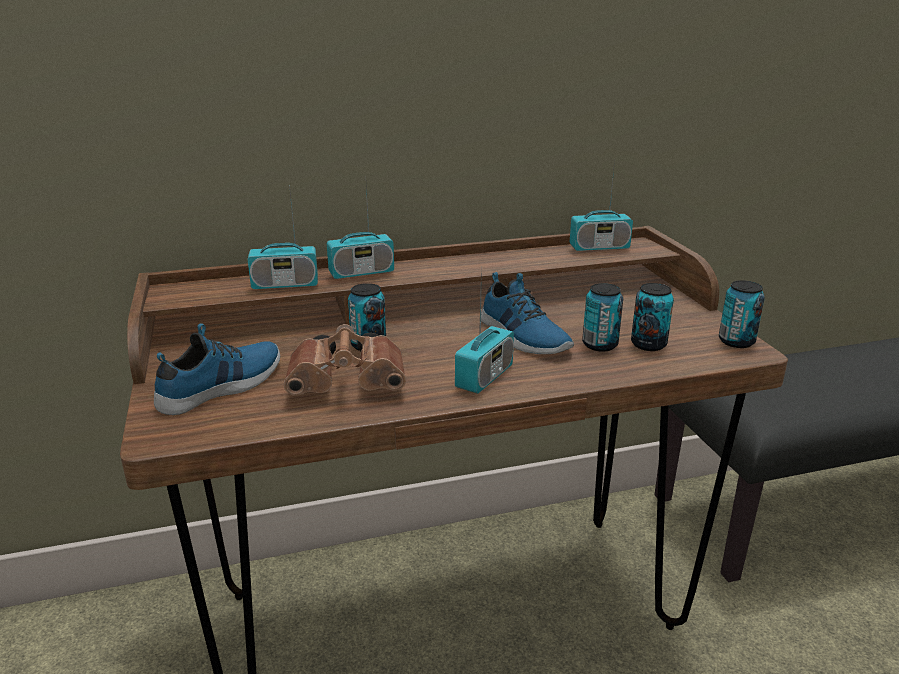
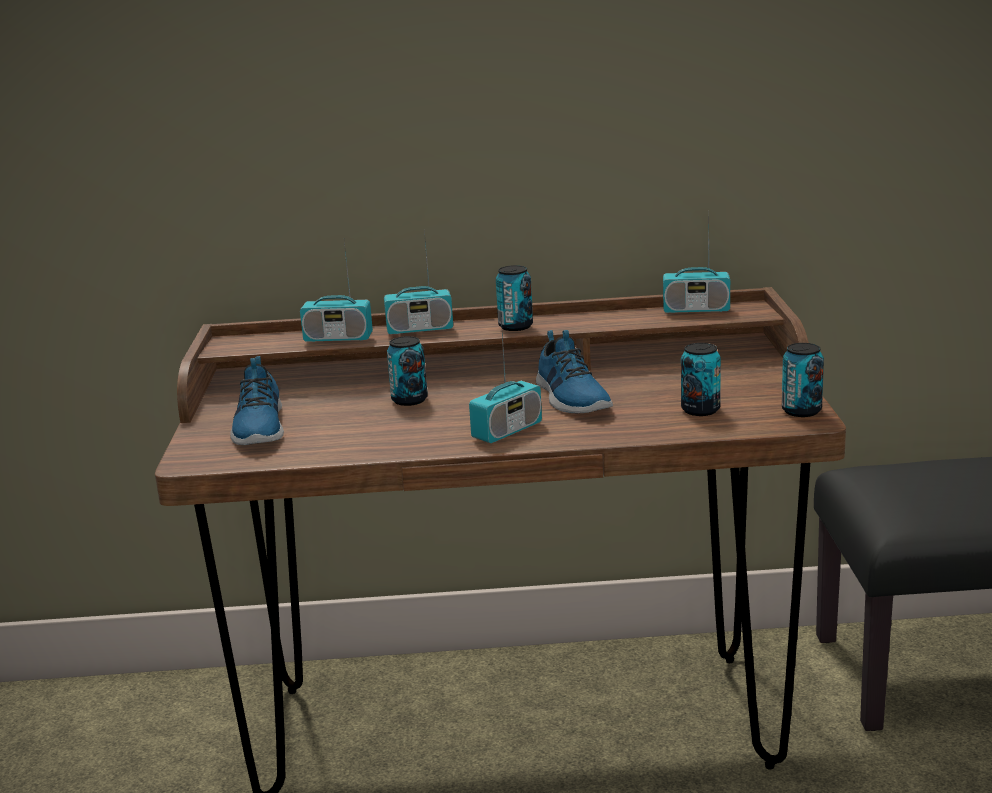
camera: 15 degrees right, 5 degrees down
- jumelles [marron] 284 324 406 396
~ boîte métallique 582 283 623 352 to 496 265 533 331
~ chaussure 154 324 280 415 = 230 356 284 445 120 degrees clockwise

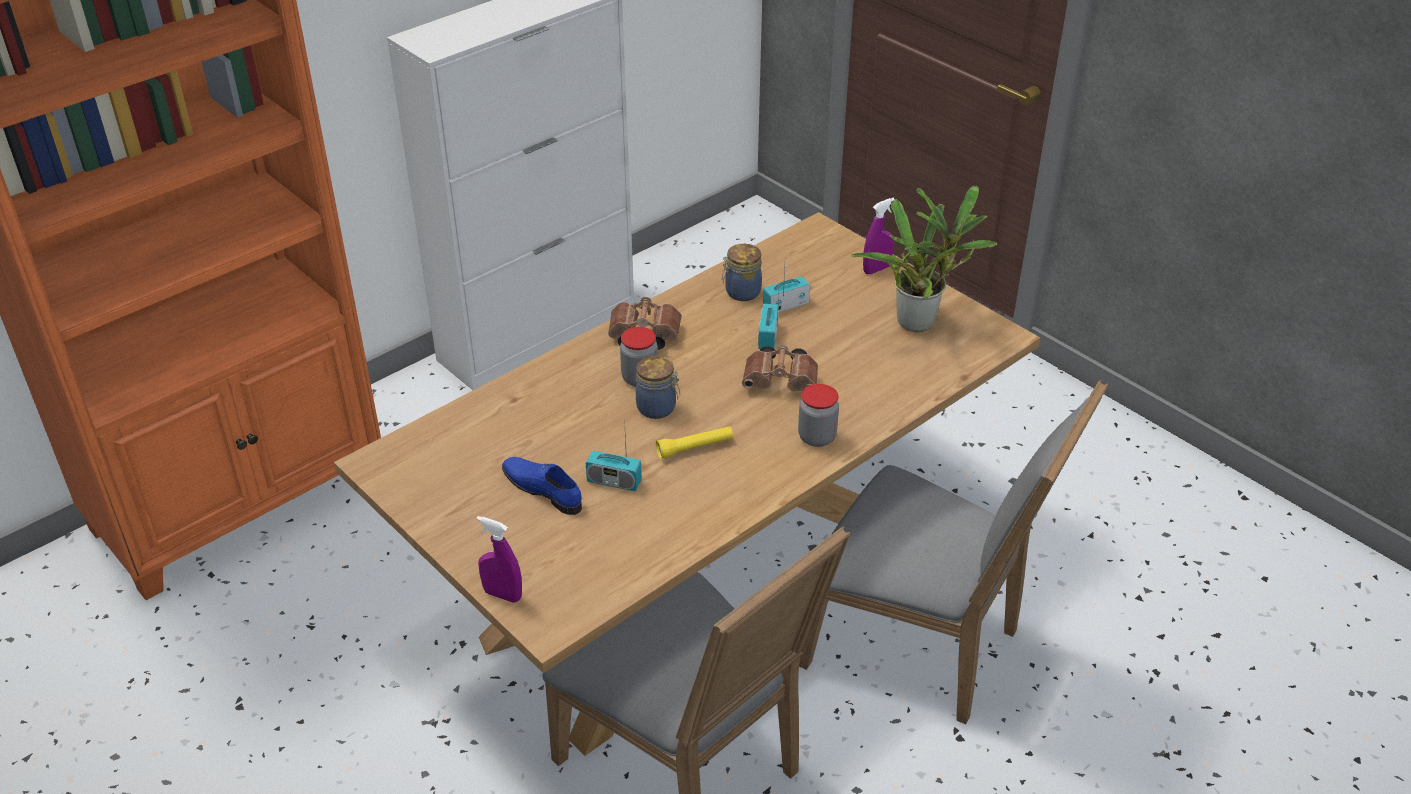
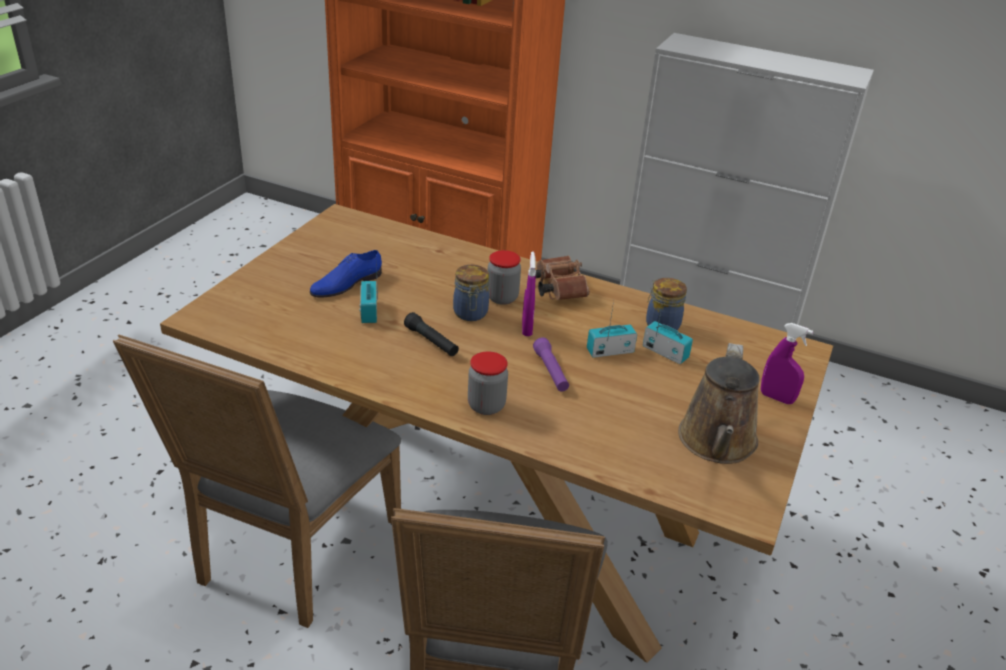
camera: 65 degrees right, 5 degrees down
~ vaporisateur [violet] 477 516 522 603 to 522 252 536 336
~ jumelles [marron] 742 345 818 392 to lampe de poche [violet] 533 337 569 392
~ plante en pot 851 186 997 332 to arrosoir [marron] 678 343 760 464
~ lampe de poche [jaune] 656 426 733 459 to lampe de poche [noir] 404 312 459 356
~ chaussure [bleu] 502 457 582 515 = 310 250 382 298 150 degrees counterclockwise

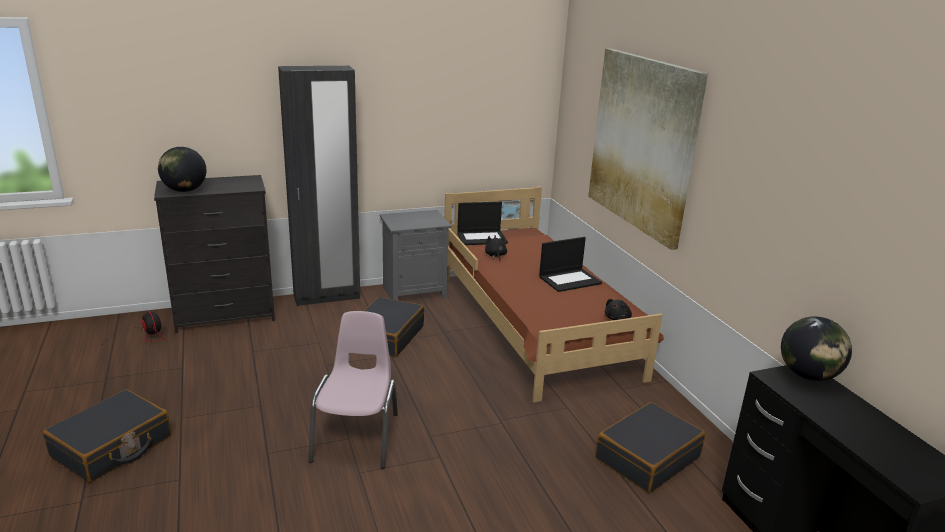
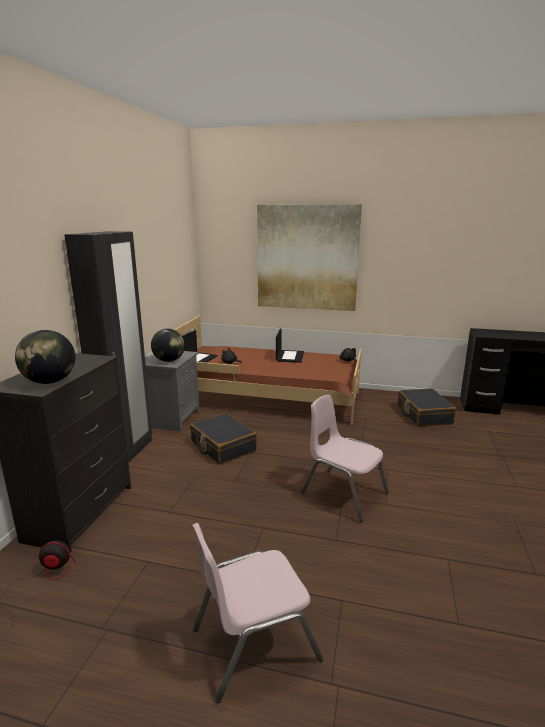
camera: 55 degrees left, 5 degrees down
~ globe 781 316 852 381 to 151 329 185 362
~ valise [noir] 43 389 171 483 to chaise [rose] 192 523 323 703

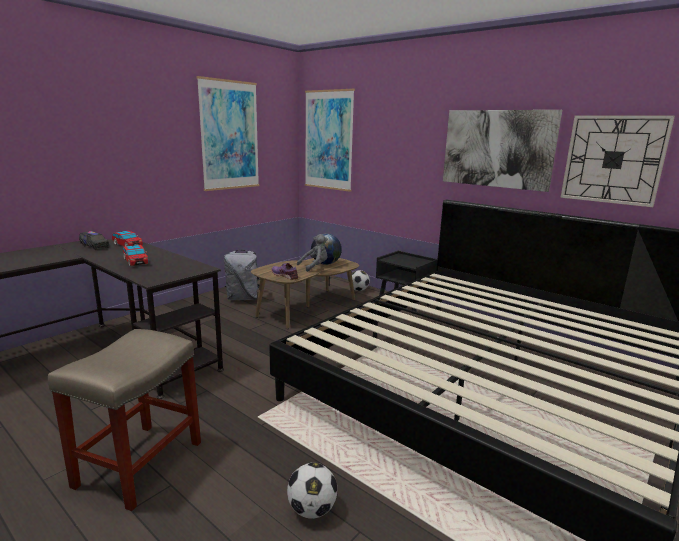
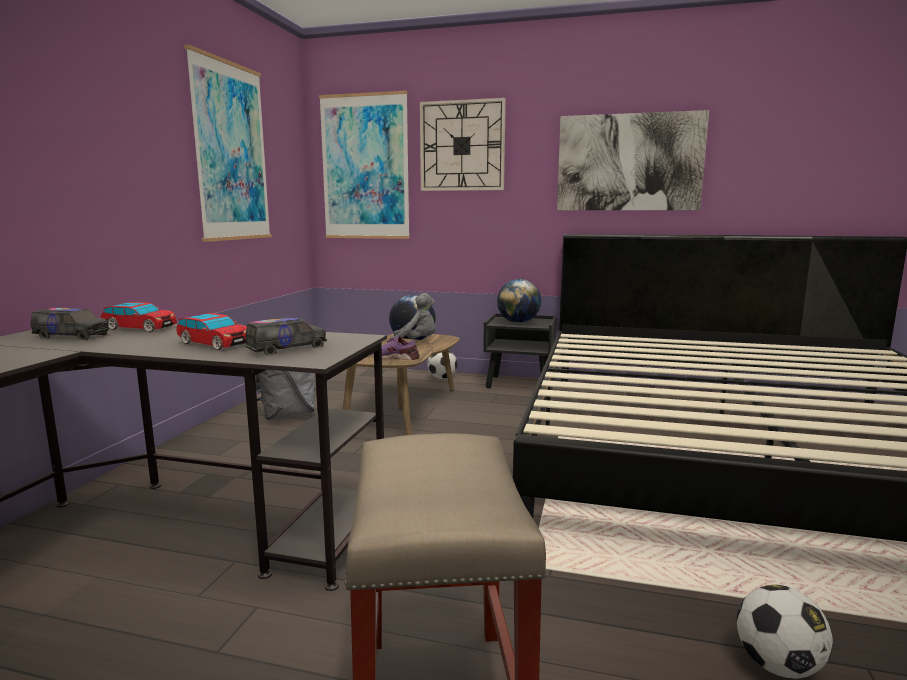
camera: 25 degrees left, 5 degrees down
+ camion jouet 245 317 327 355
+ globe 497 279 541 323
~ horloge murale 561 115 675 207 to 420 98 506 191
~ peluche [gris] 297 234 328 272 = 390 293 436 339 60 degrees clockwise

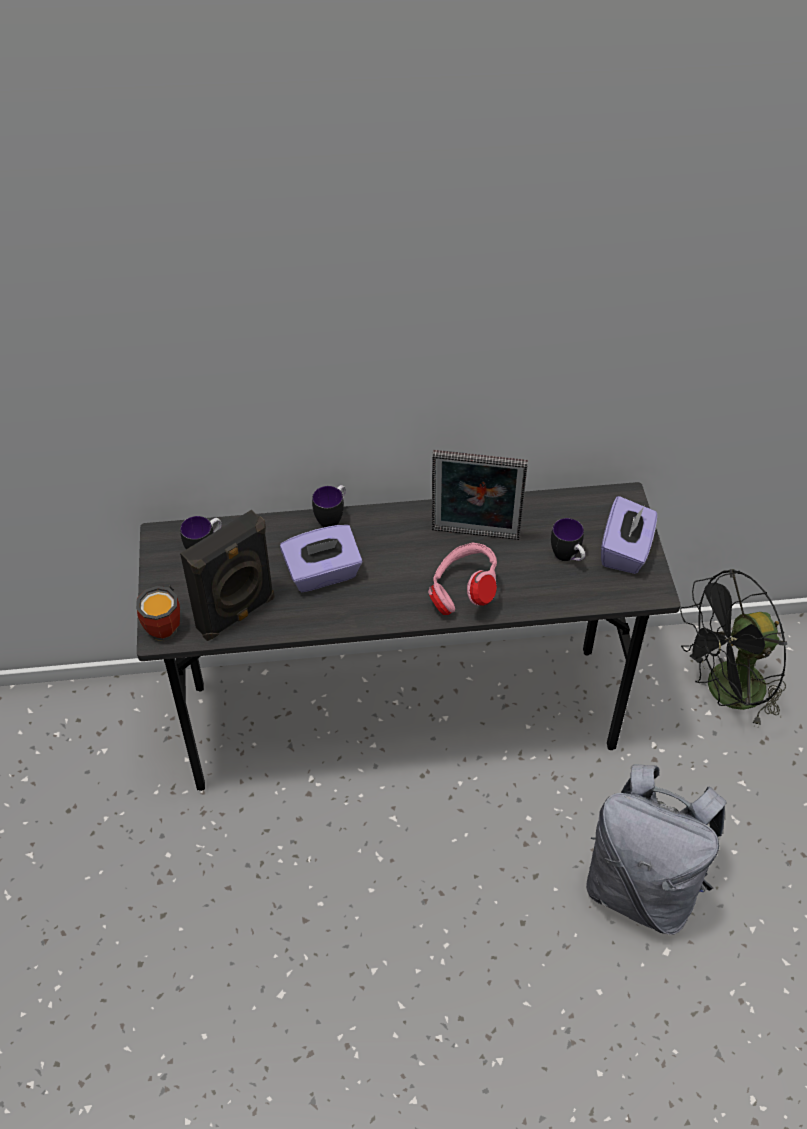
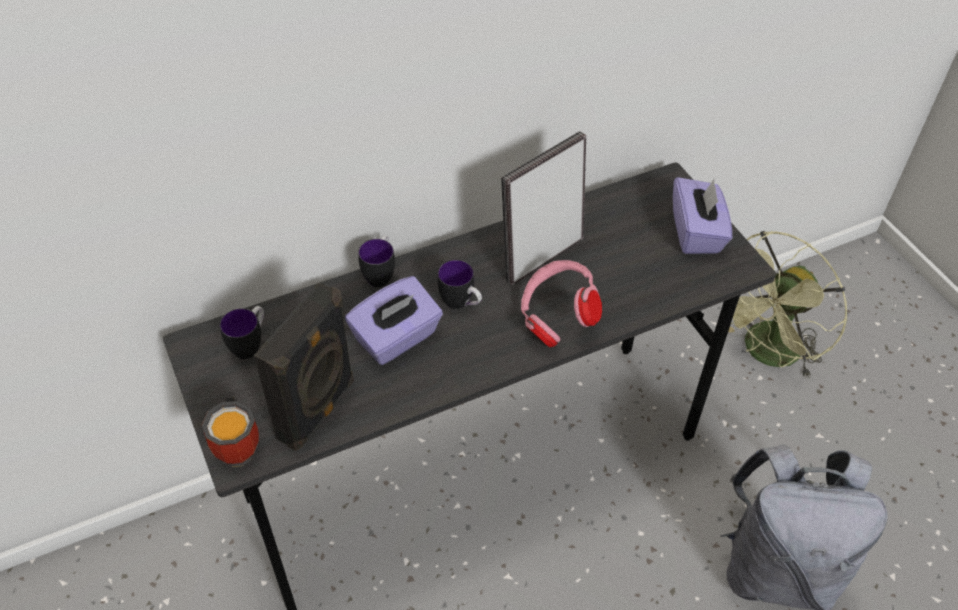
camera: 20 degrees left, 0 degrees up
~ mug 551 518 585 561 to 438 260 482 309
~ ventilateur [noir] 680 569 787 727 to ventilateur [vert] 728 231 847 379
~ cadre photo 432 450 528 540 = 501 131 586 285 150 degrees clockwise

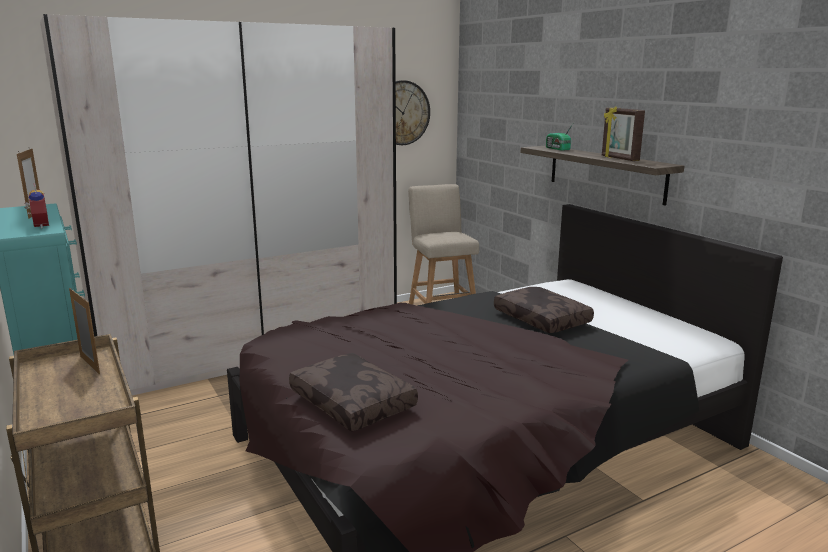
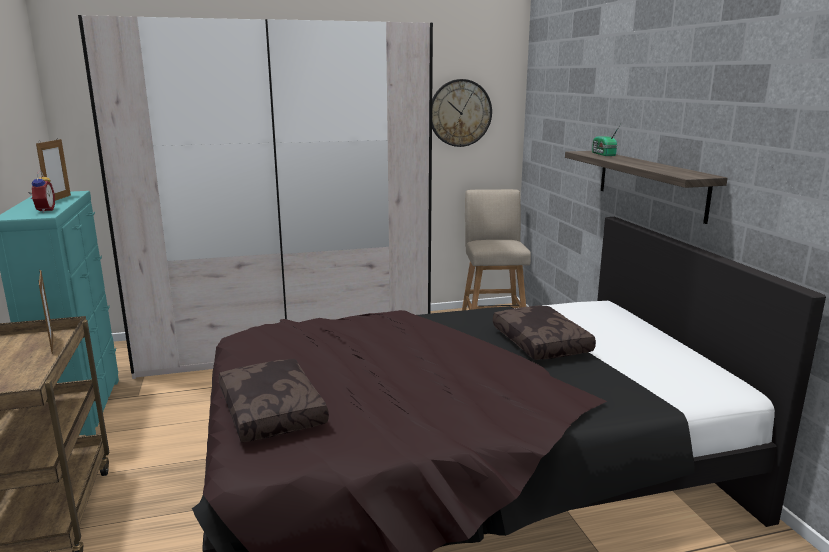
camera: 15 degrees right, 0 degrees up
- cadre photo 602 107 645 161

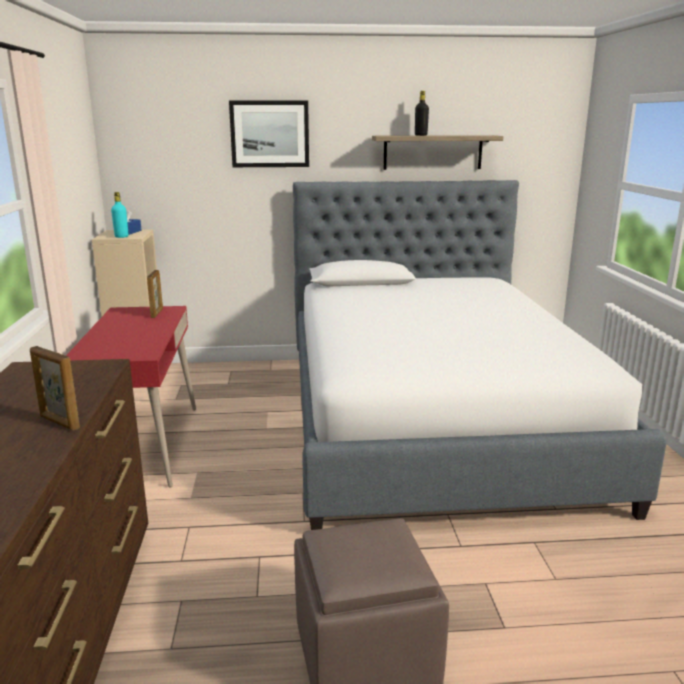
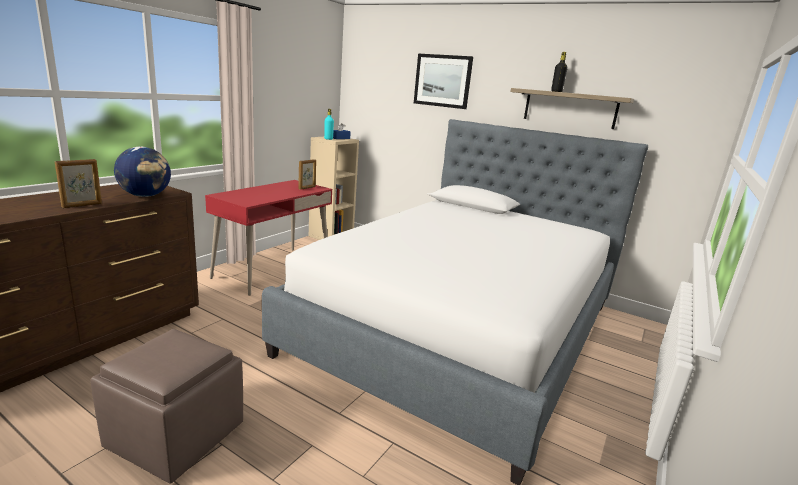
camera: 35 degrees right, 0 degrees up
+ globe 114 147 171 197
~ cadre photo 30 346 80 431 = 55 159 102 208 120 degrees counterclockwise

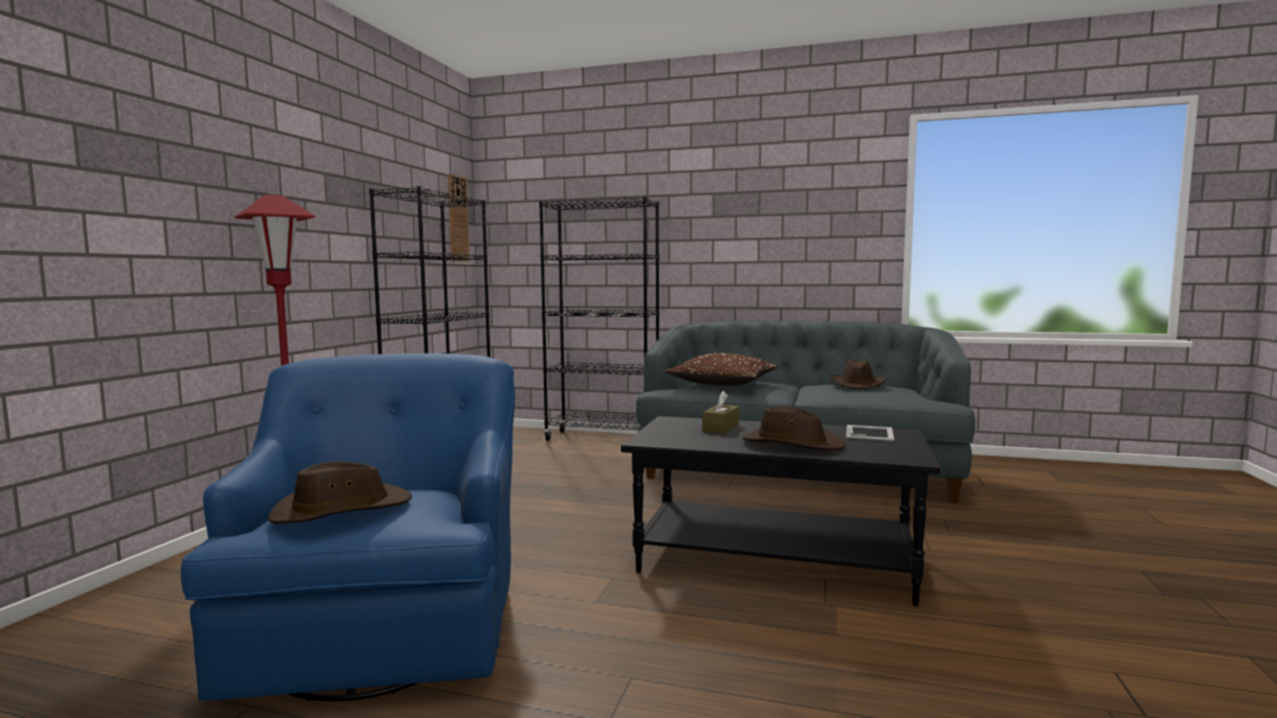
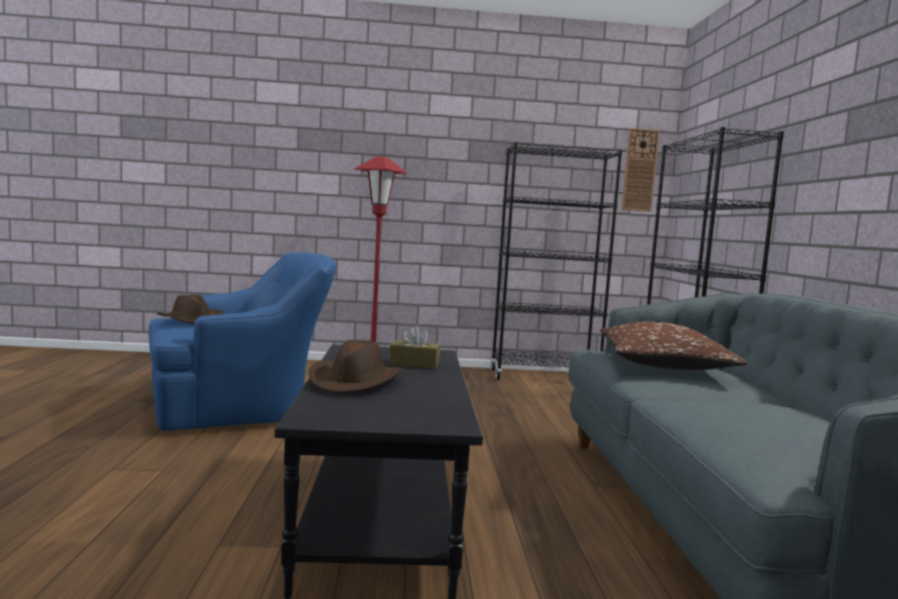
camera: 70 degrees right, 0 degrees up
- chapeau [marron] 829 360 887 389
- cadre photo 846 425 894 441

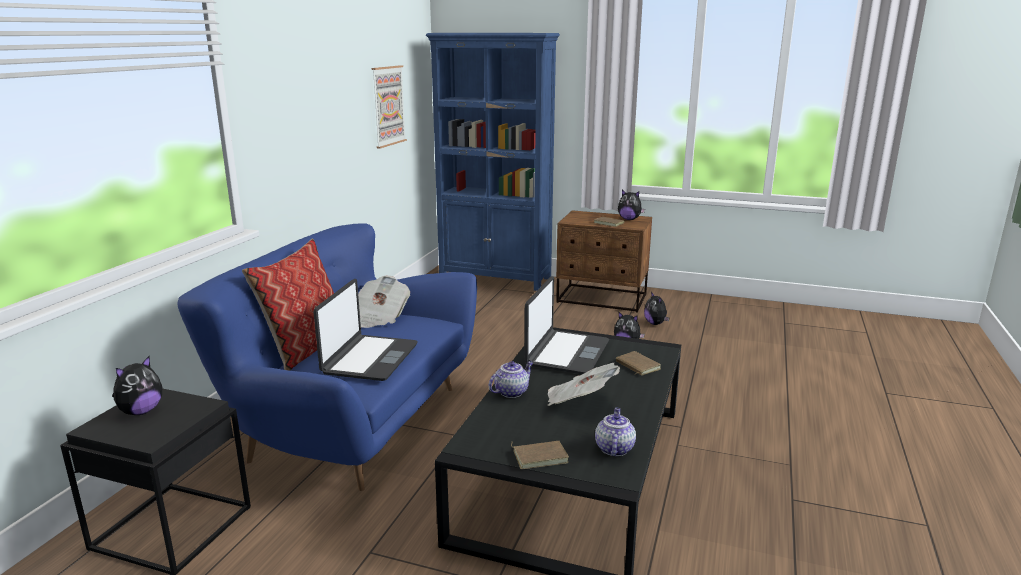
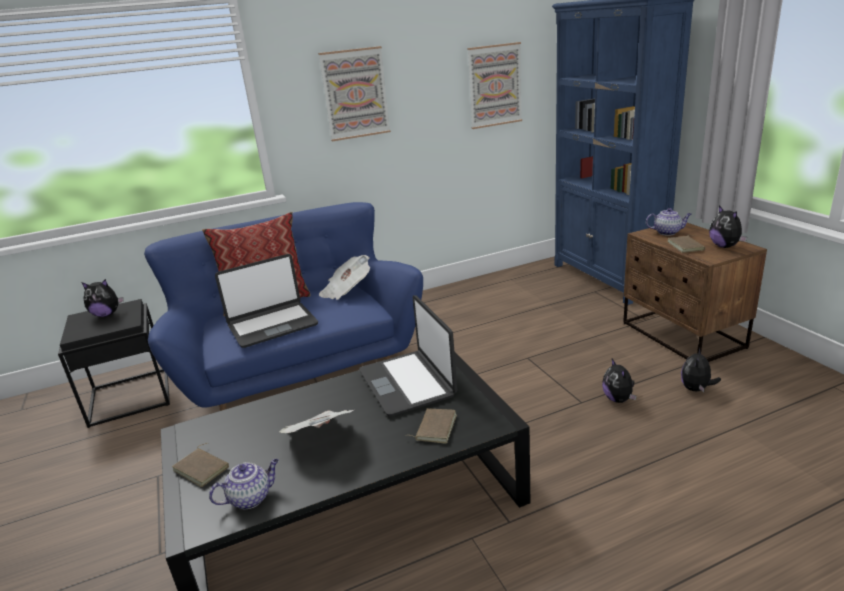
camera: 50 degrees right, 5 degrees up
+ tableau 318 46 391 141
~ théière 489 361 534 398 to 646 208 691 236
~ ordinateur portable 524 276 609 374 = 359 295 457 416 90 degrees clockwise

